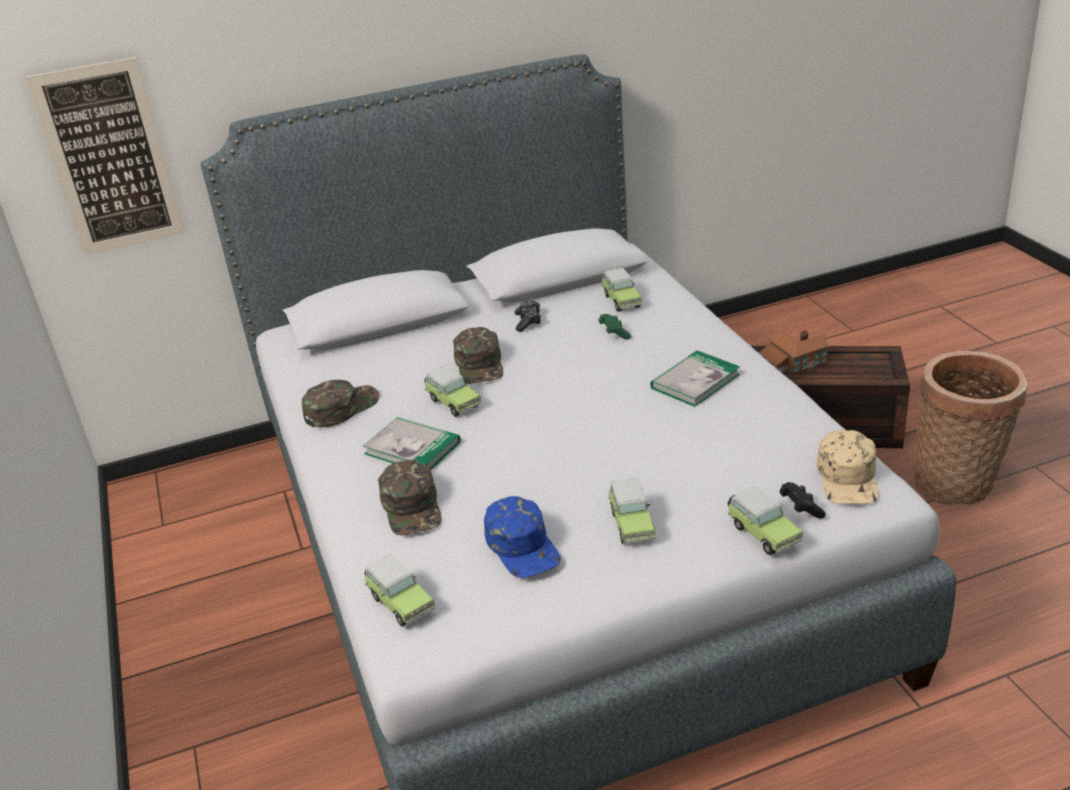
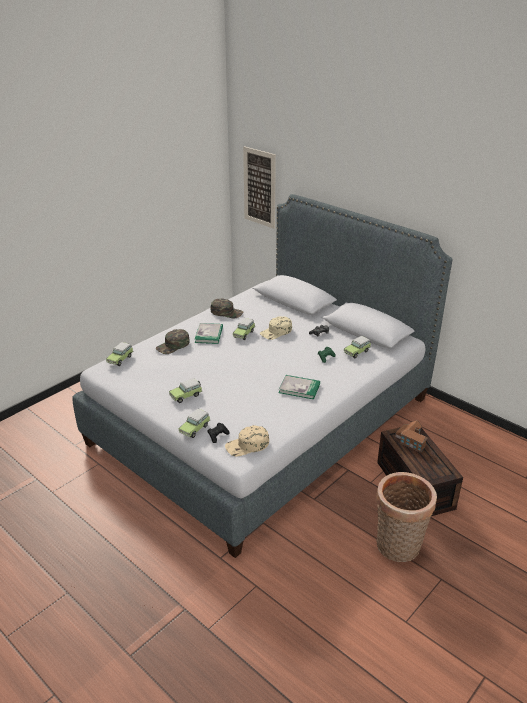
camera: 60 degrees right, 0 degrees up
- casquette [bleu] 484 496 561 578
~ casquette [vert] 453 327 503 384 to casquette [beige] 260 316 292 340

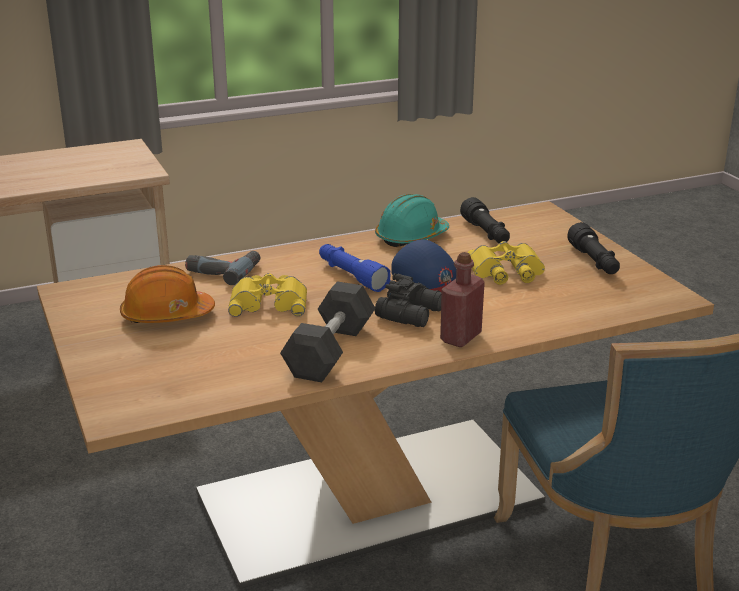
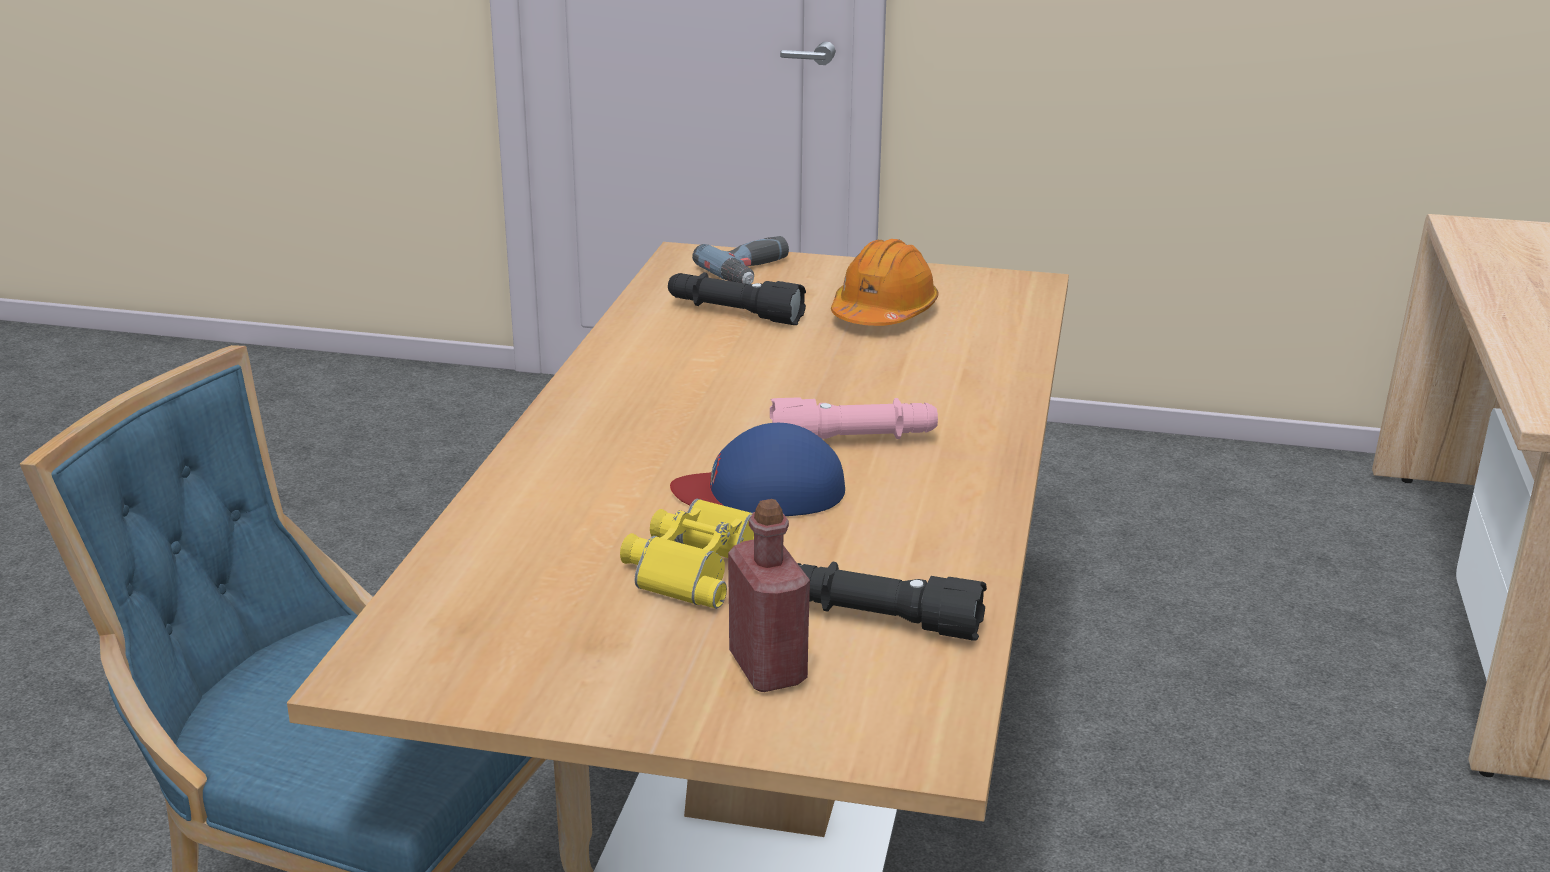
camera: 125 degrees right, 0 degrees up
- jumelles [jaune] 228 273 307 317
- haltère [gris] 280 281 376 382
- casque de chantier [turquoise] 375 194 449 247
- jumelles [noir] 375 273 442 327
~ perceuse 185 251 261 285 to 692 236 789 285
~ bouteille [rouge] 440 252 485 347 to 728 499 810 692
~ lampe de poche [noir] 567 222 620 274 to 668 272 806 325
~ lampe de poche [bleu] 319 244 391 292 to lampe de poche [rose] 770 397 938 439

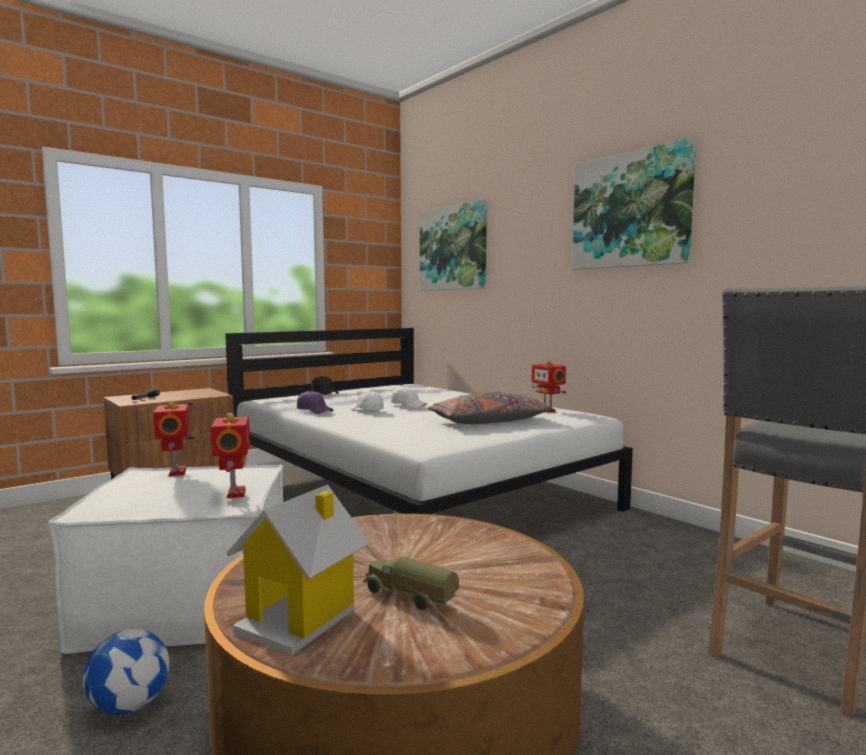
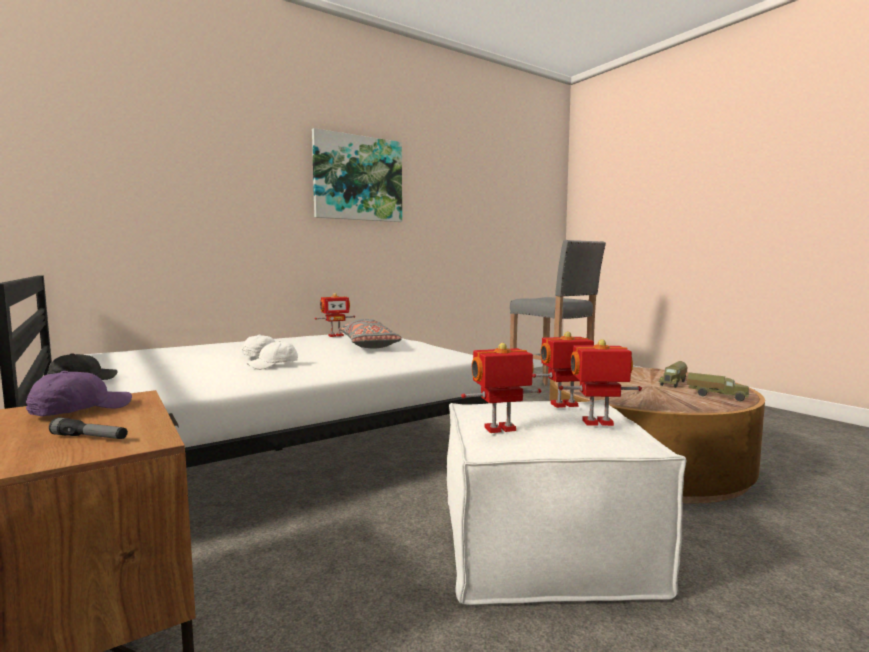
camera: 85 degrees left, 0 degrees up
- ballon de foot 83 629 170 715
- tableau 420 199 487 291
+ robot jouet 559 339 642 426
~ casquette [violet] 297 391 333 414 to 26 371 132 416
~ maison miniature 226 484 369 655 to camion jouet 687 372 749 401

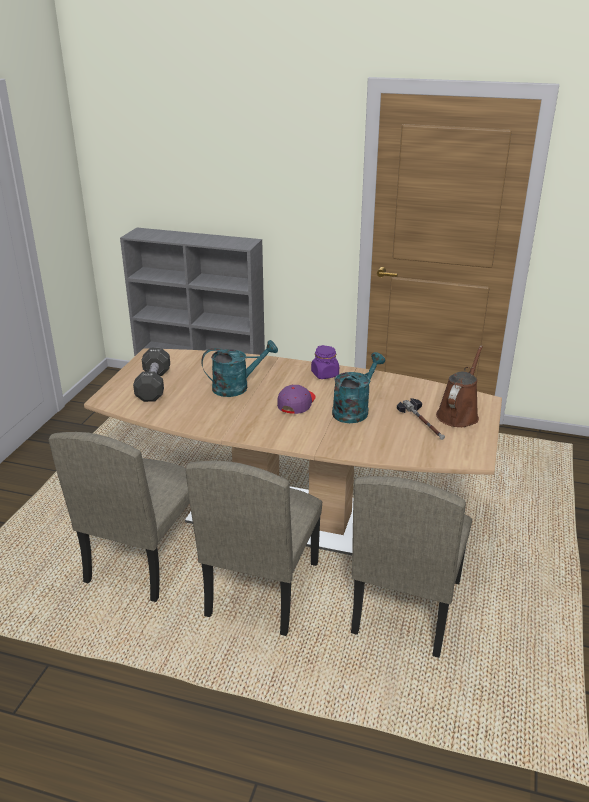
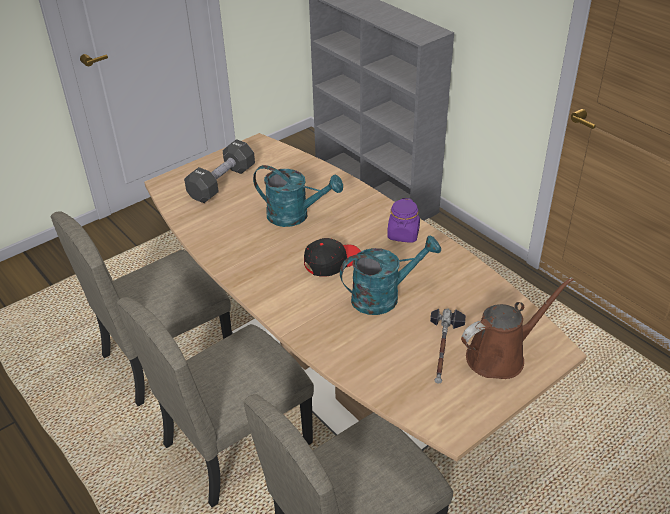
camera: 35 degrees right, 10 degrees up
~ casquette [violet] 277 385 316 414 to casquette [noir] 304 238 361 277

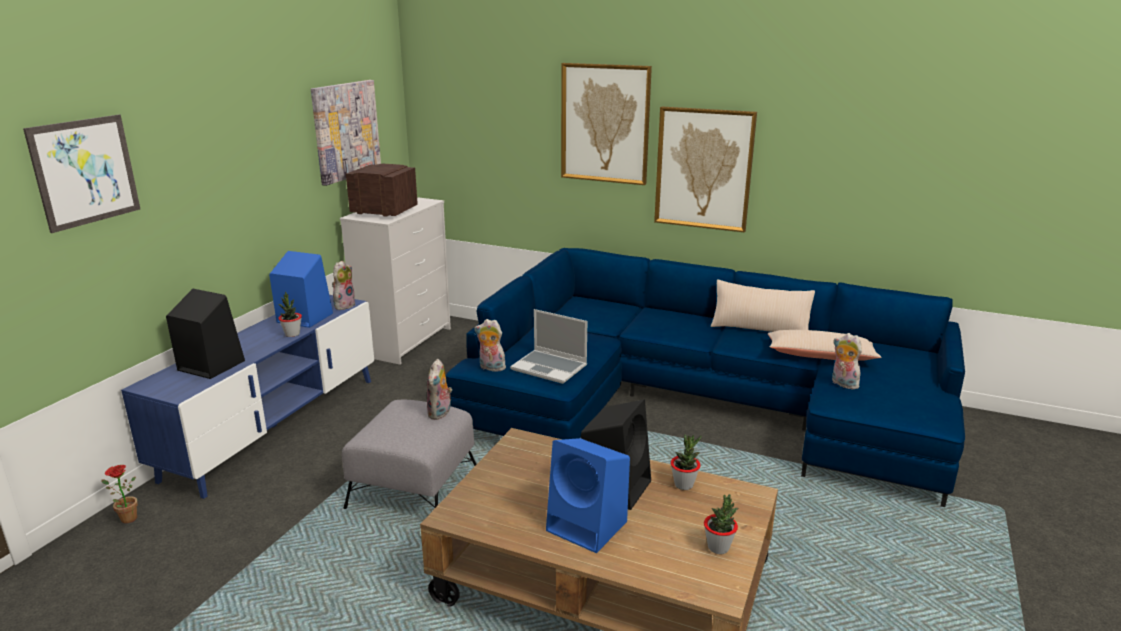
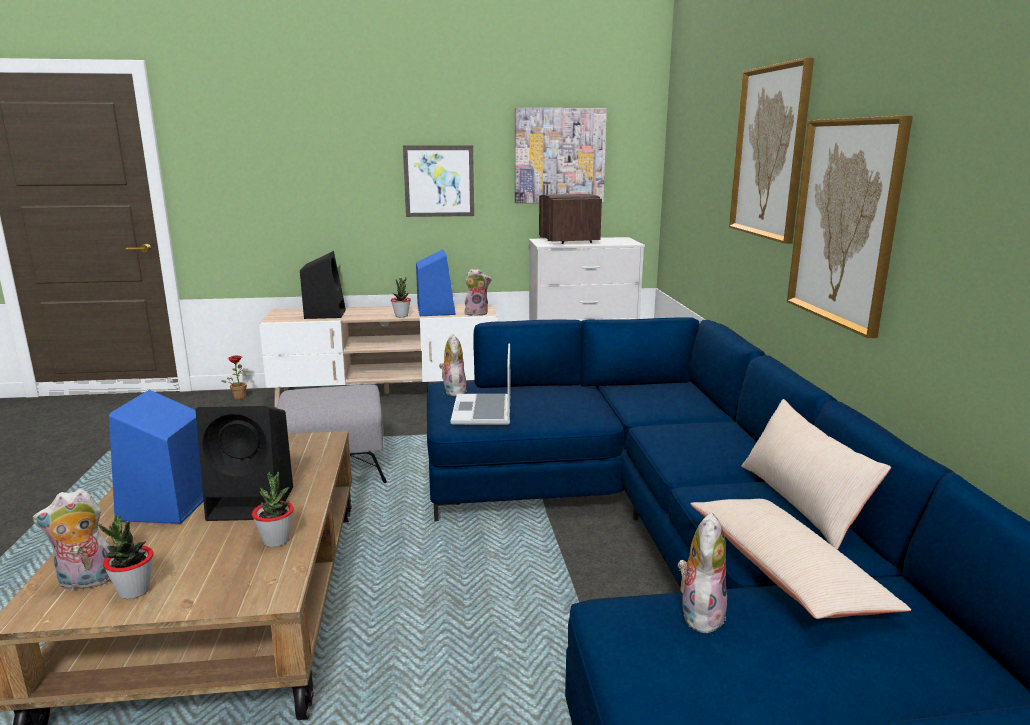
camera: 60 degrees right, 5 degrees down
~ tableau 23 115 140 233 to 403 145 474 217
~ peluche 427 359 452 420 to 33 489 111 591
~ meuble télé [bleu] 121 295 374 499 to meuble télé [beige] 259 303 497 407

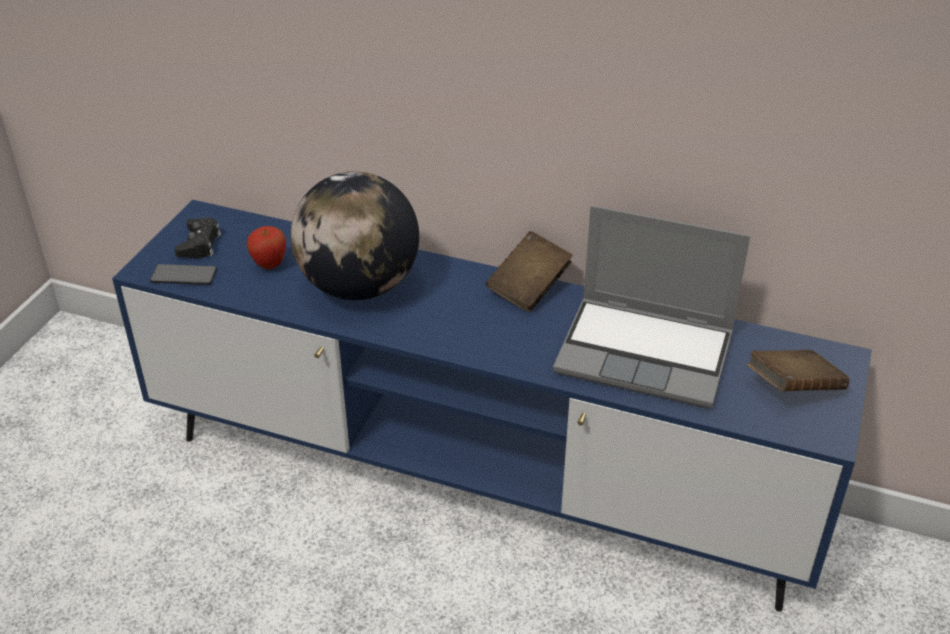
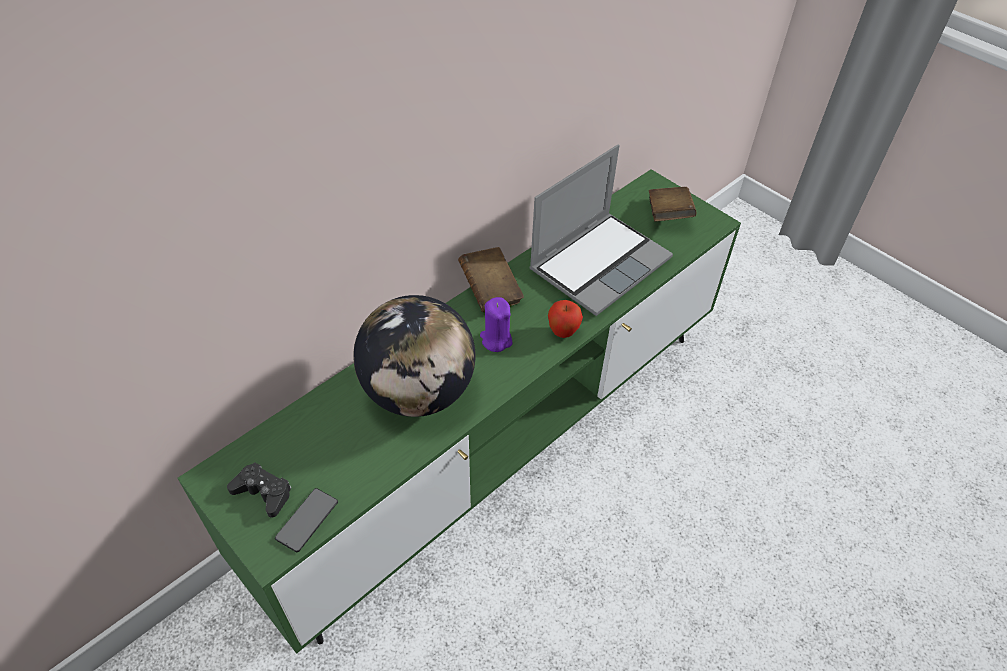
camera: 65 degrees left, 10 degrees up
+ bougie [violet] 480 297 512 352
~ pomme 247 226 286 269 to 548 300 583 338
~ meuble télé [bleu] 112 200 872 611 to meuble télé [vert] 177 169 741 654

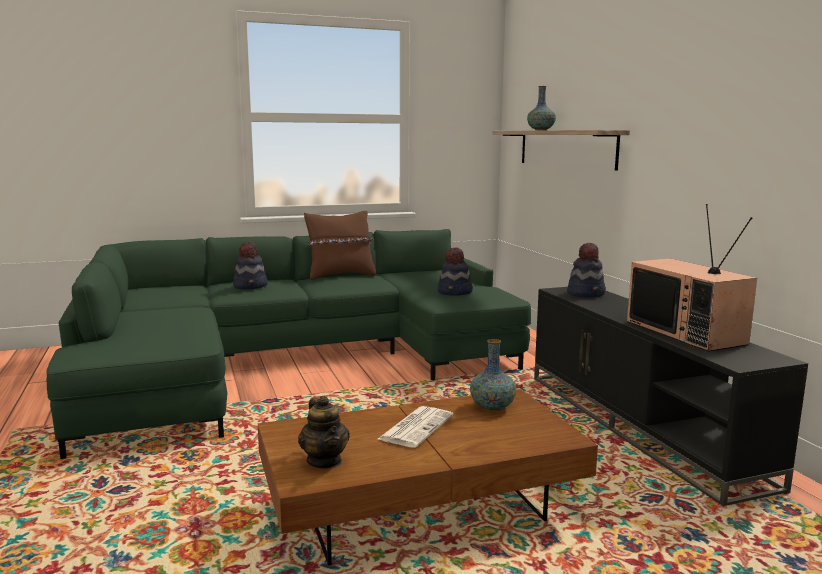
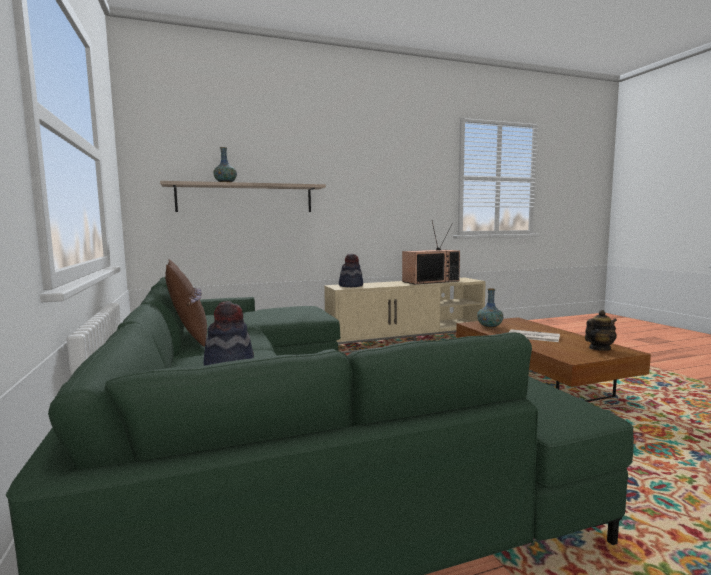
camera: 90 degrees left, 5 degrees down
- chapeau 438 247 473 296
~ meuble télé [noir] 534 287 808 506 to meuble télé [beige] 324 277 486 353

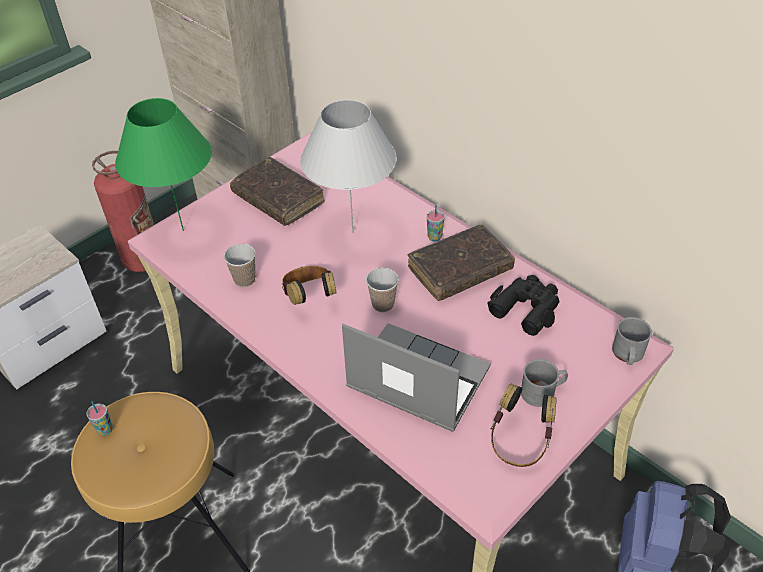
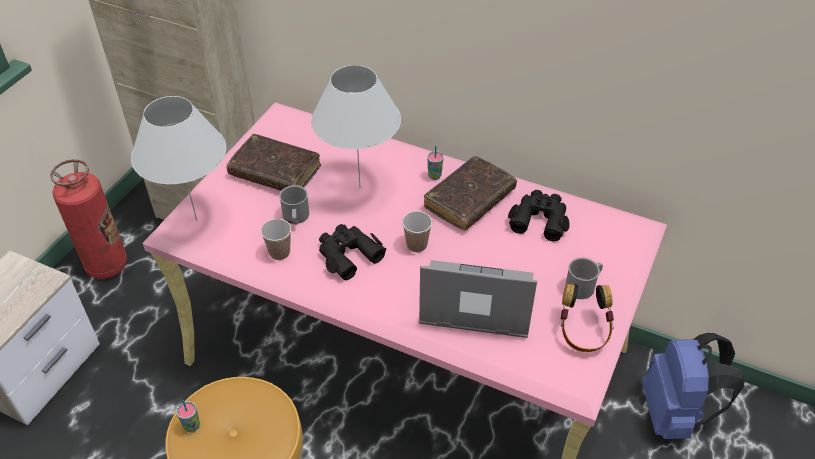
camera: 20 degrees left, 0 degrees up
~ mug [gris] 612 317 652 365 to 279 185 309 225
~ casque audio 282 266 337 305 to jumelles [noir] 319 224 386 280
~ lampe de table [vert] 115 98 212 231 to lampe de table [blanc] 131 96 226 221

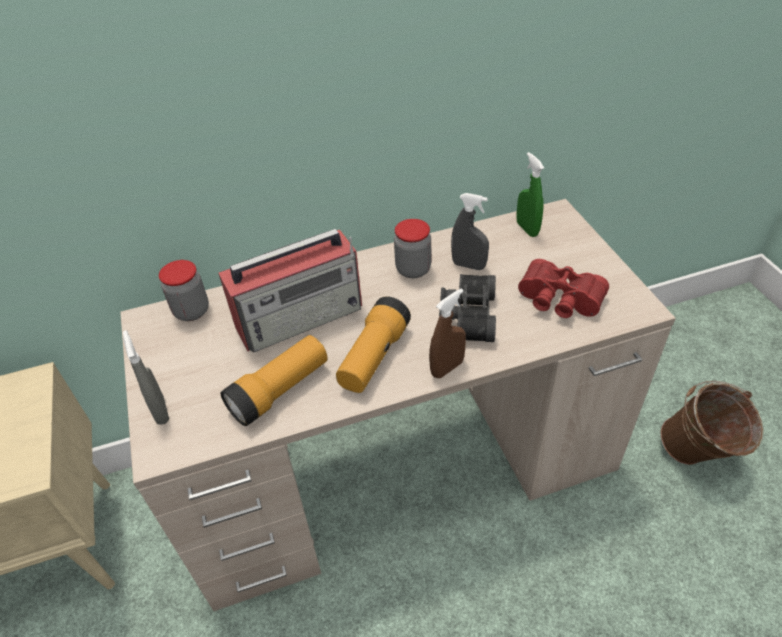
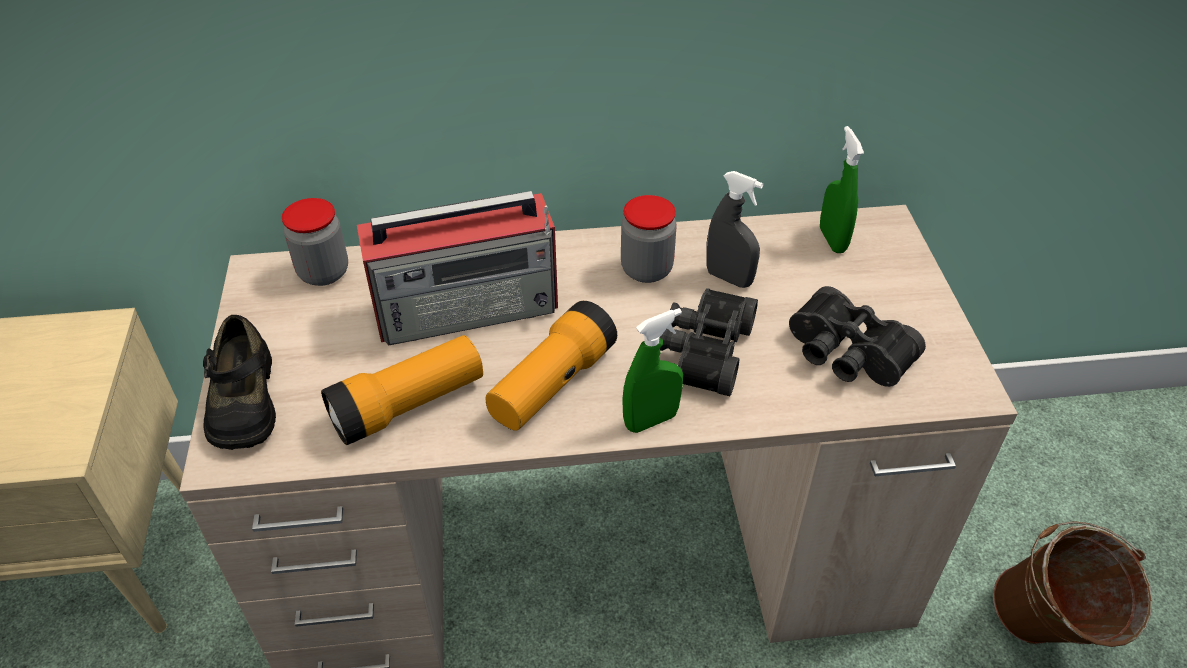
camera: 10 degrees right, 0 degrees up
~ vaporisateur [gris] 123 330 169 425 to chaussure [noir] 203 315 276 450
~ vaporisateur [marron] 429 288 466 378 to vaporisateur [vert] 622 308 683 433
~ jumelles [rouge] 518 259 609 318 to jumelles [noir] 789 286 926 387

